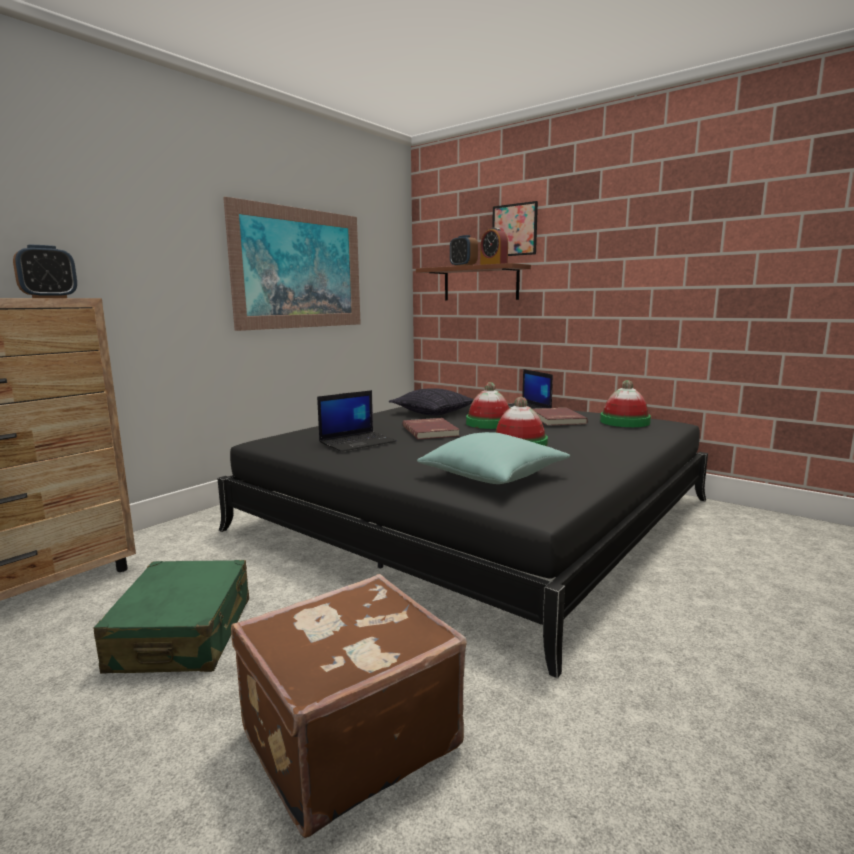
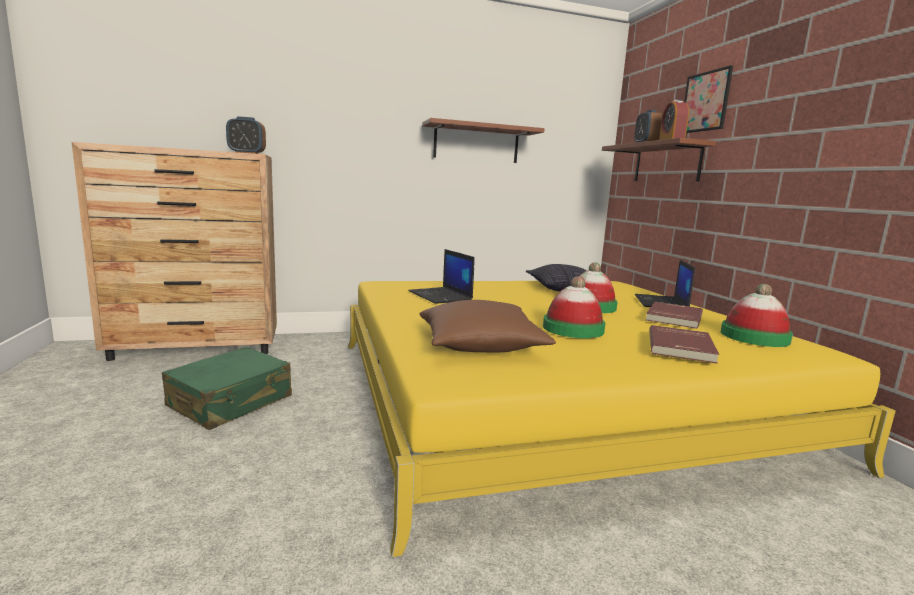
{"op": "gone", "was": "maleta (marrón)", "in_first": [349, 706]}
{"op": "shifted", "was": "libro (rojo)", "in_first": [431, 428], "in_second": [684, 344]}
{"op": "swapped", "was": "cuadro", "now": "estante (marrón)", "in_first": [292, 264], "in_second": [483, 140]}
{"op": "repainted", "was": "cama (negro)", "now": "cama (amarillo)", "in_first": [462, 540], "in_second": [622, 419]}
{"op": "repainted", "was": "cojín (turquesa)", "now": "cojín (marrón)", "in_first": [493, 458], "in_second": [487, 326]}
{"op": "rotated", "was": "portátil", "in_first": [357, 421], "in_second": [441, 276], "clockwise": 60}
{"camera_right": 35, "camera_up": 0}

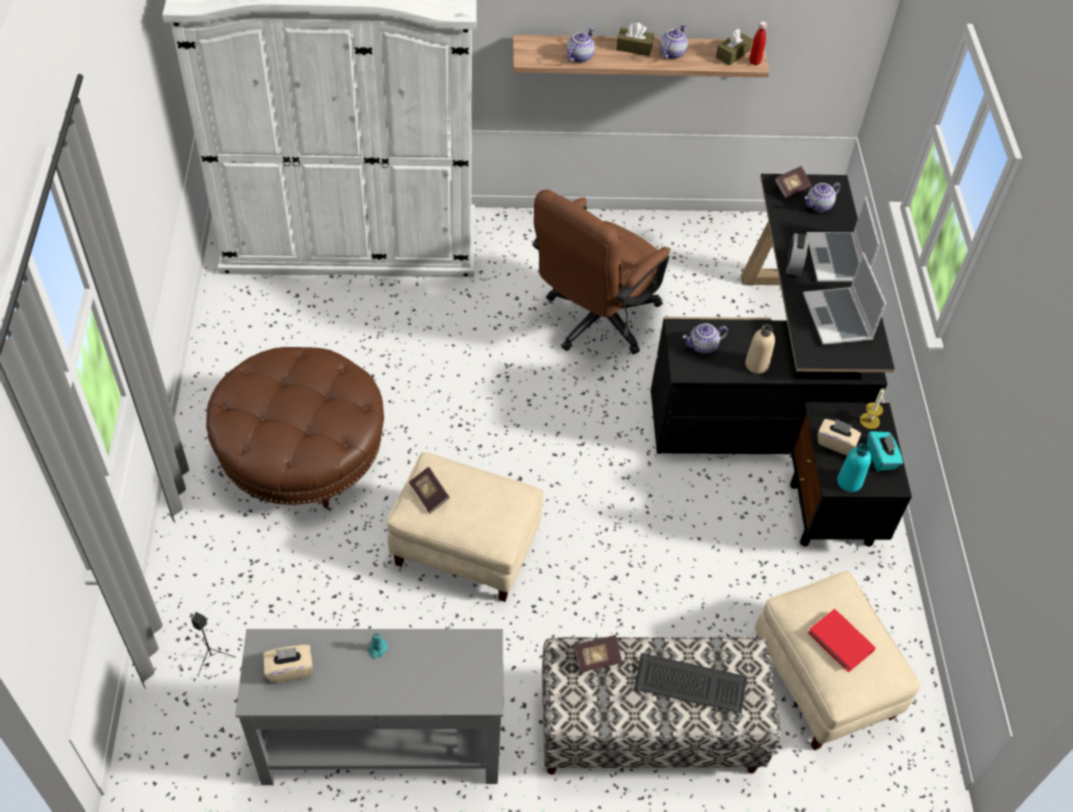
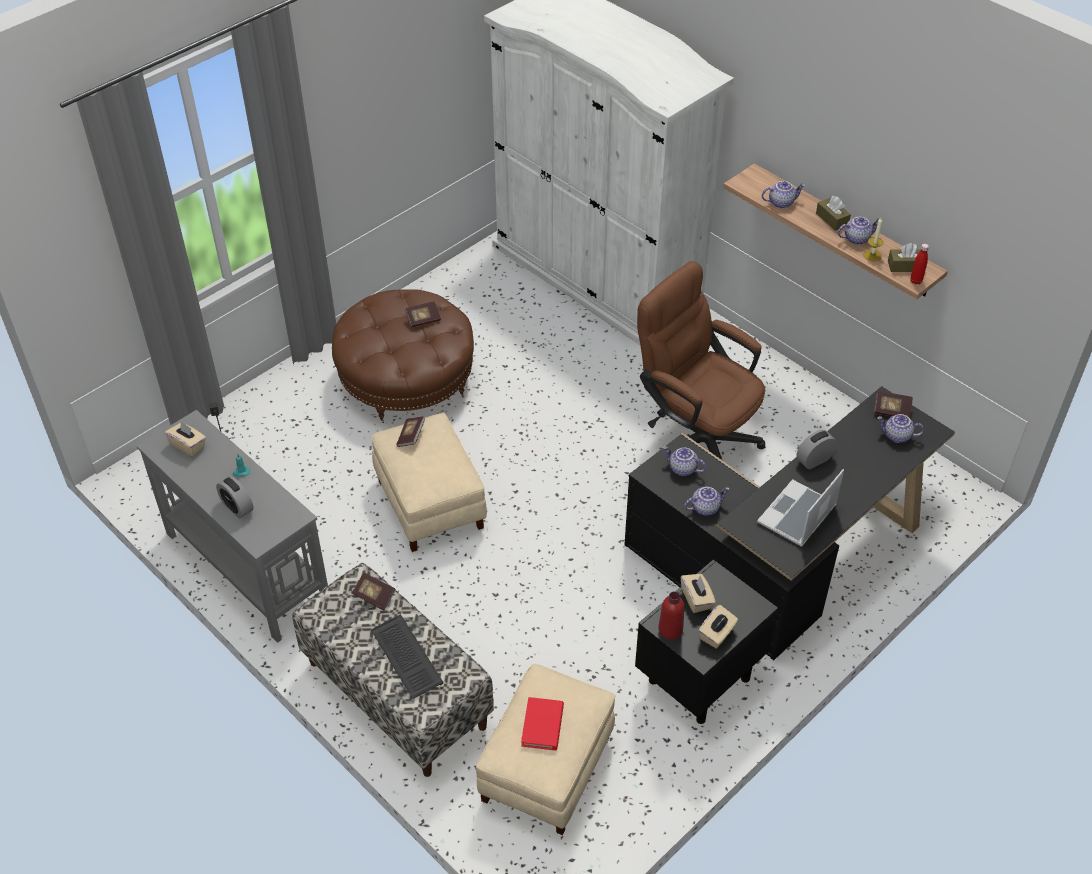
{"op": "gone", "was": "portátil", "in_first": [843, 239]}
{"op": "new", "now": "despertador", "in_second": [234, 497]}
{"op": "new", "now": "libro", "in_second": [423, 314]}
{"op": "shifted", "was": "vela", "in_first": [872, 408], "in_second": [873, 240]}
{"op": "swapped", "was": "botella (beis)", "now": "tetera", "in_first": [760, 349], "in_second": [706, 501]}
{"op": "repainted", "was": "botella (turquesa)", "now": "botella (rojo)", "in_first": [854, 467], "in_second": [671, 615]}
{"op": "repainted", "was": "caja de pañuelos (turquesa)", "now": "caja de pañuelos (beis)", "in_first": [885, 451], "in_second": [718, 626]}
{"op": "rotated", "was": "silla de oficina (marrón)", "in_first": [600, 272], "in_second": [701, 360], "clockwise": 45}
{"camera_right": 50, "camera_up": -5}

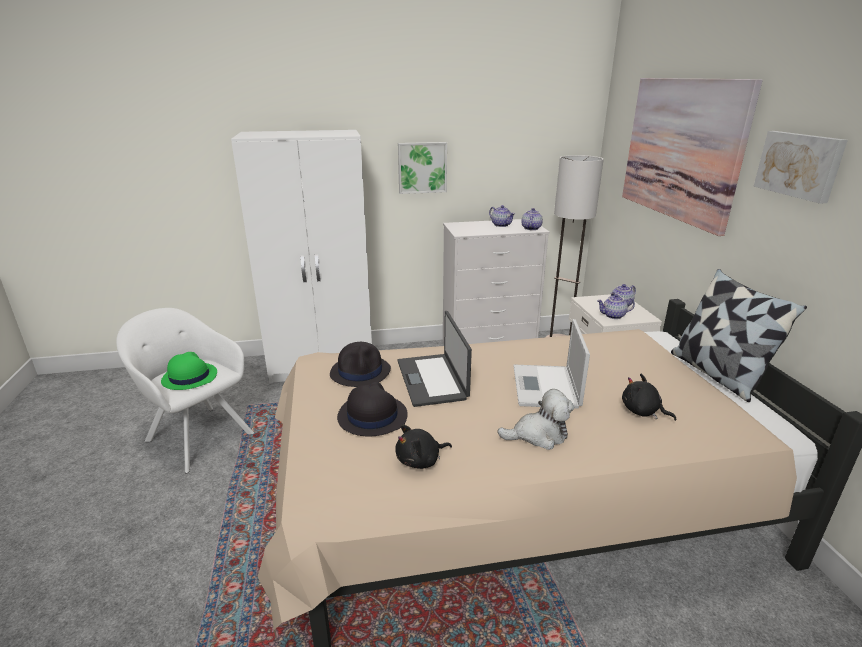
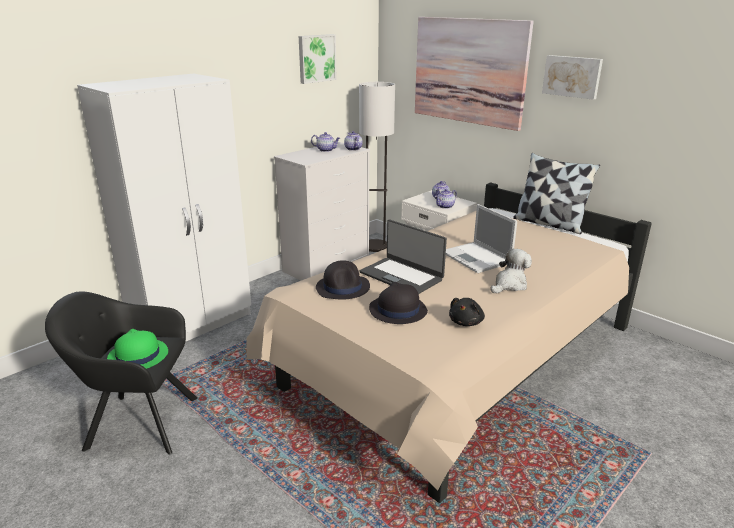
{"op": "gone", "was": "peluche (negro)", "in_first": [649, 397]}
{"op": "shifted", "was": "cuadro", "in_first": [422, 168], "in_second": [318, 59]}
{"op": "repainted", "was": "sillón (blanco)", "now": "sillón (negro)", "in_first": [185, 390], "in_second": [121, 373]}
{"camera_right": -35, "camera_up": 0}

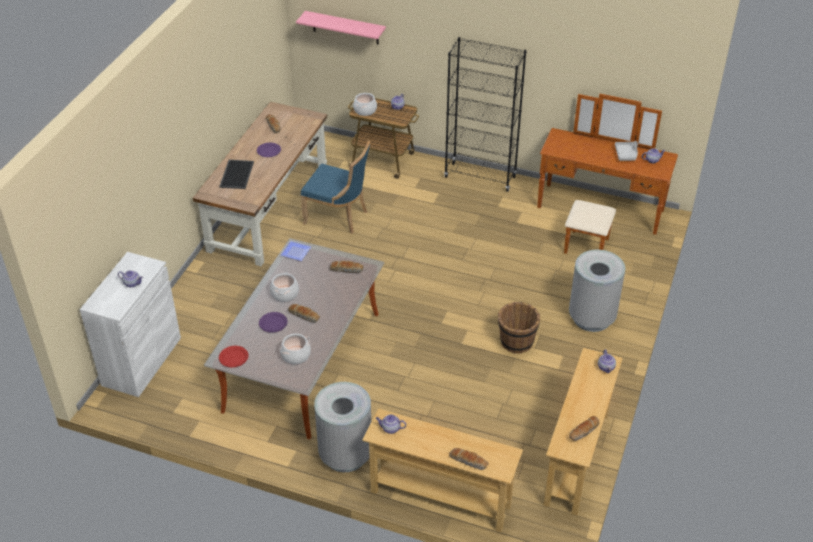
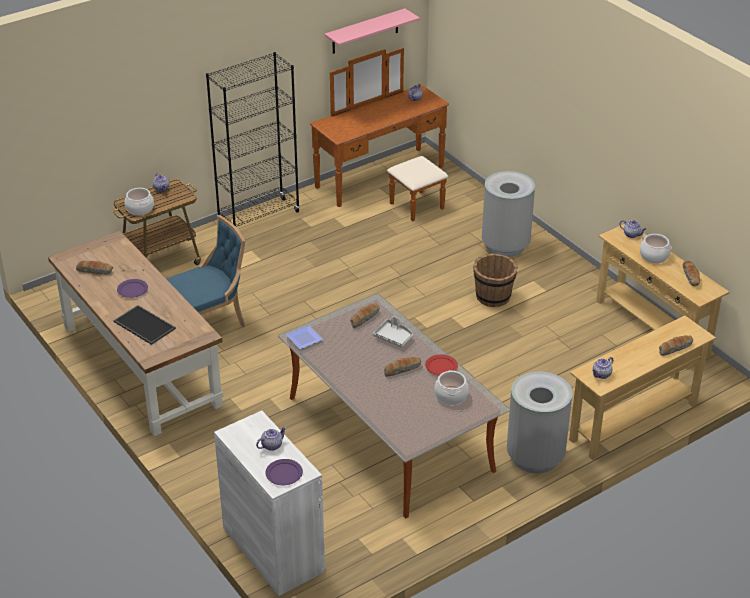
{"op": "shifted", "was": "plato (rojo)", "in_first": [234, 356], "in_second": [441, 364]}
{"op": "shifted", "was": "plato (morado)", "in_first": [273, 322], "in_second": [284, 472]}
{"op": "shifted", "was": "olla", "in_first": [284, 287], "in_second": [656, 248]}
{"op": "shifted", "was": "estante (rosa)", "in_first": [341, 27], "in_second": [372, 31]}
{"op": "shifted", "was": "bandeja (gris)", "in_first": [626, 151], "in_second": [393, 332]}
{"camera_right": -55, "camera_up": -5}

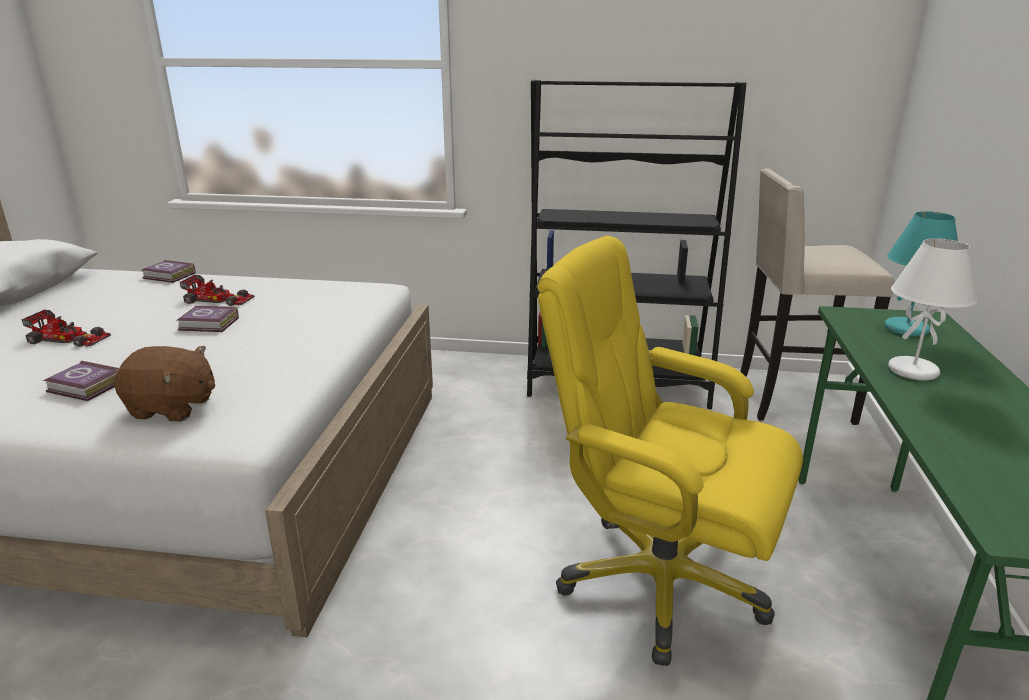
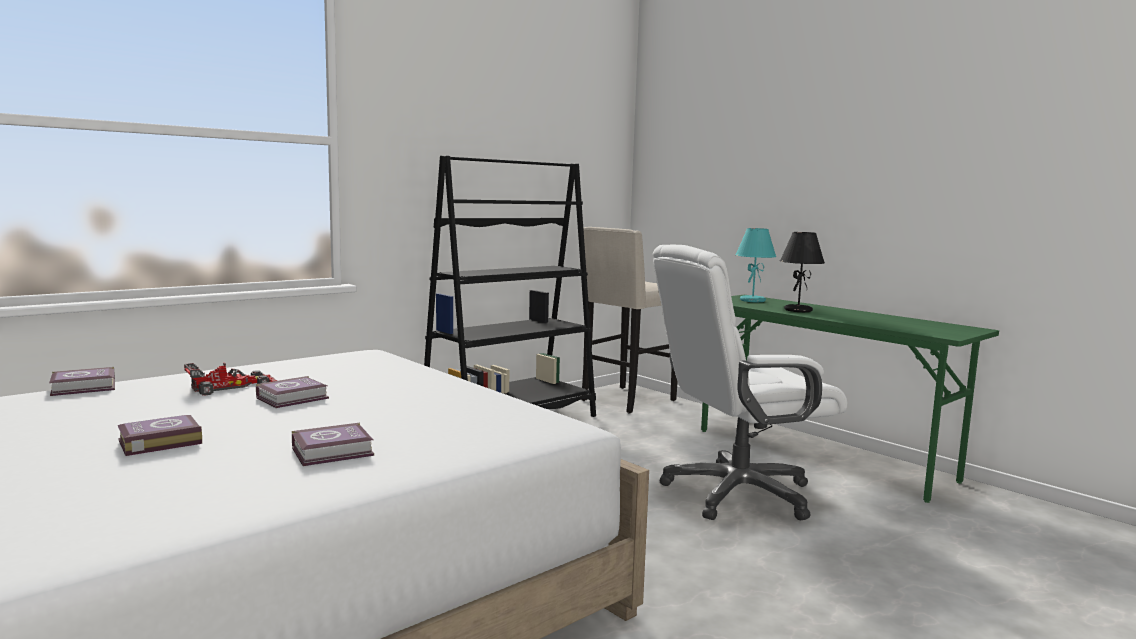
{"op": "gone", "was": "peluche (marrón)", "in_first": [164, 384]}
{"op": "swapped", "was": "coche de juguete", "now": "libro", "in_first": [66, 328], "in_second": [159, 435]}
{"op": "repainted", "was": "silla de oficina (amarillo)", "now": "silla de oficina (blanco)", "in_first": [670, 451], "in_second": [750, 382]}
{"op": "repainted", "was": "lámpara de mesa (blanco)", "now": "lámpara de mesa (negro)", "in_first": [932, 309], "in_second": [802, 272]}
{"camera_right": -50, "camera_up": -15}

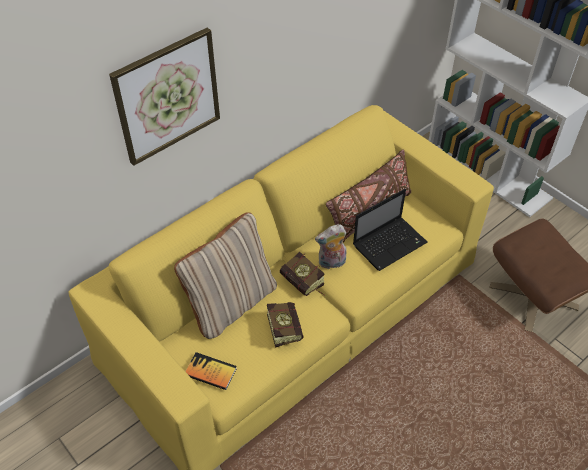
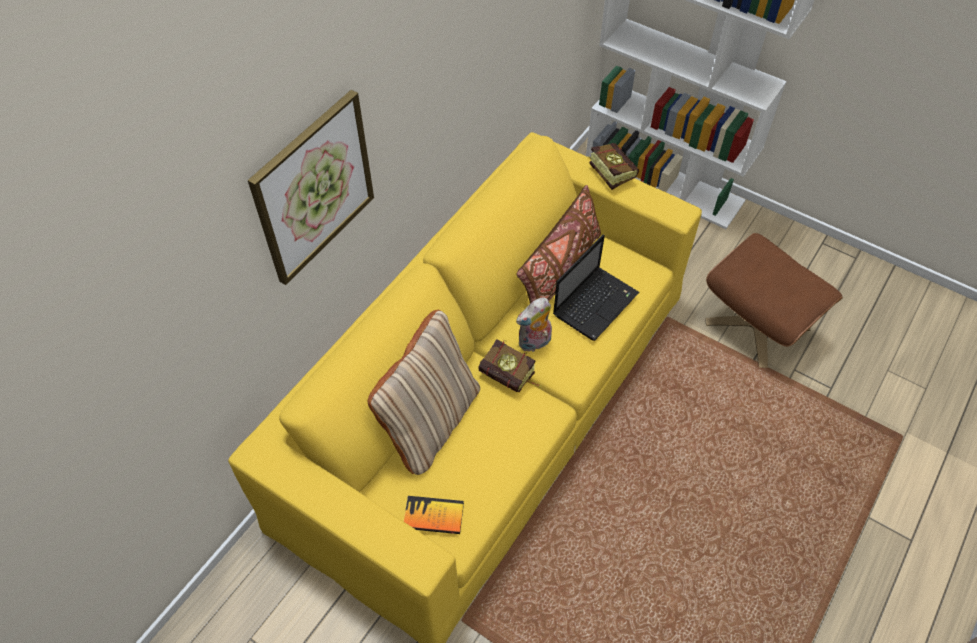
{"op": "shifted", "was": "libro", "in_first": [285, 325], "in_second": [614, 166]}
{"camera_right": -15, "camera_up": 5}

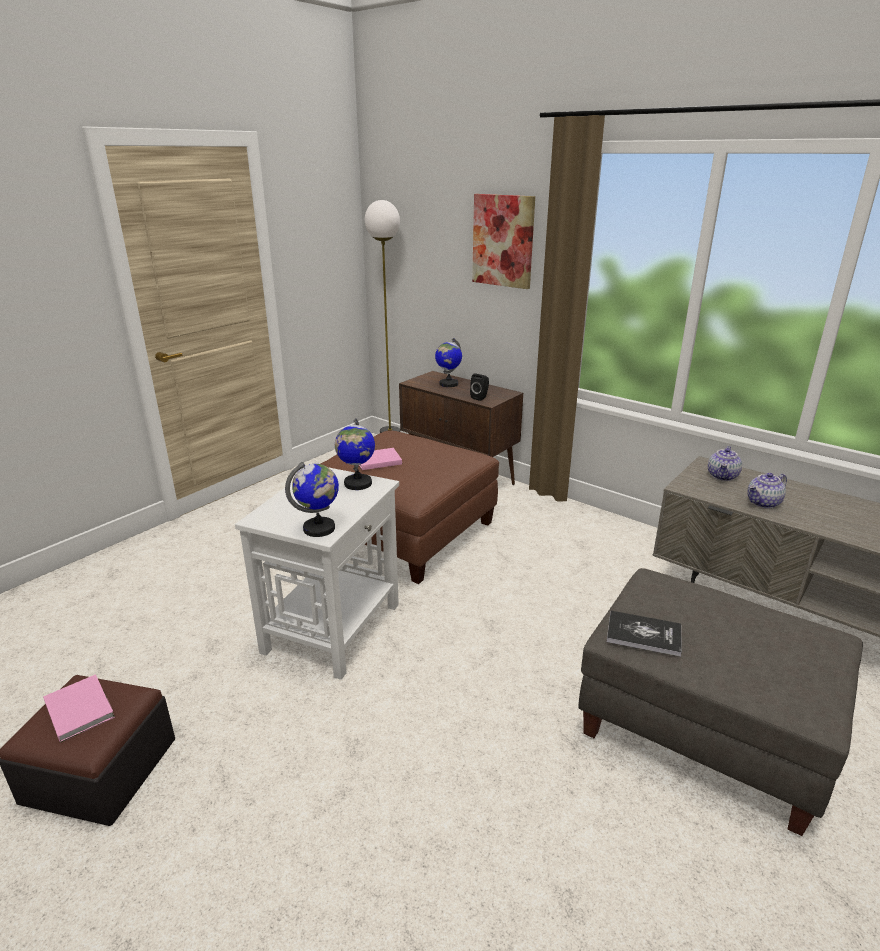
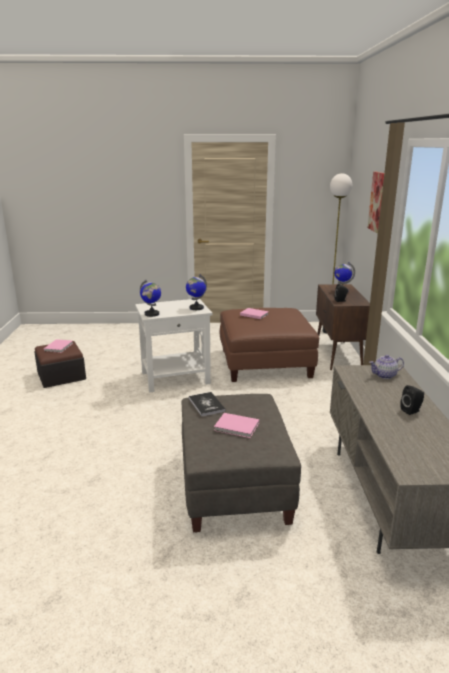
{"op": "gone", "was": "tetera", "in_first": [767, 490]}
{"op": "new", "now": "libro (rosa)", "in_second": [236, 425]}
{"op": "new", "now": "altavoz (negro)", "in_second": [412, 400]}
{"camera_right": 50, "camera_up": -5}

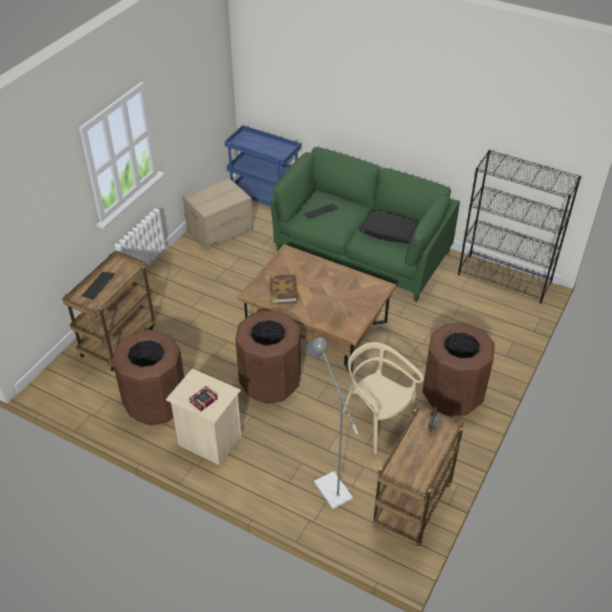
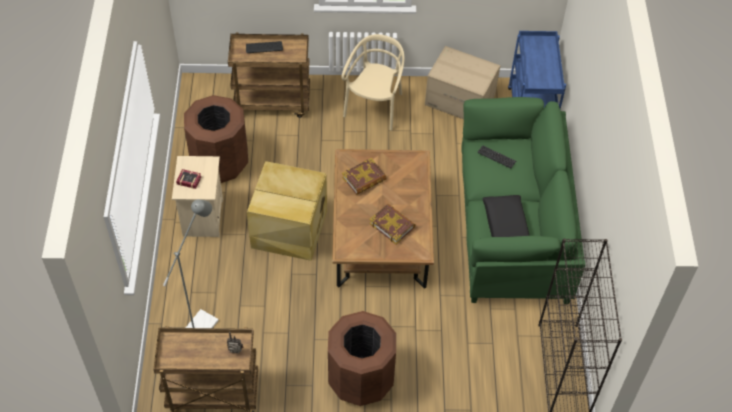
{"op": "new", "now": "libro", "in_second": [392, 224]}
{"op": "shifted", "was": "silla (beis)", "in_first": [382, 398], "in_second": [373, 82]}
{"op": "swapped", "was": "papelera (marrón)", "now": "caja de almacenaje (beis)", "in_first": [268, 357], "in_second": [287, 211]}
{"camera_right": 60, "camera_up": 10}

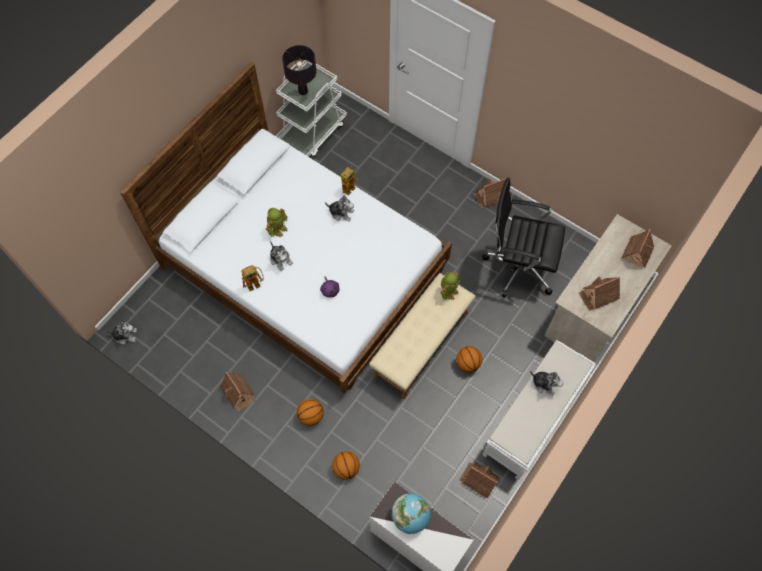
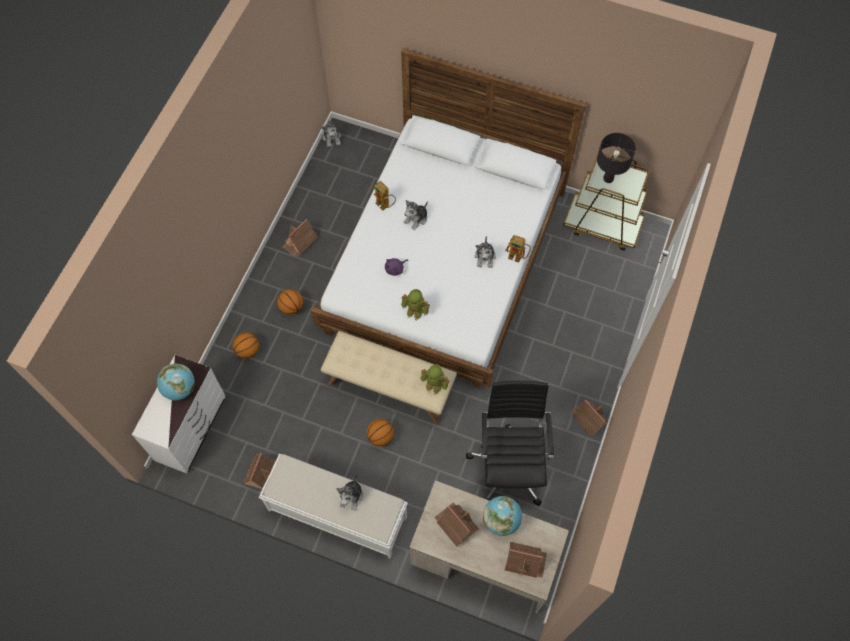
{"op": "new", "now": "globo terráqueo", "in_second": [502, 516]}
{"op": "shifted", "was": "robot de juguete", "in_first": [277, 222], "in_second": [415, 304]}
{"op": "repainted", "was": "carrito (blanco)", "now": "carrito (marrón)", "in_first": [311, 108], "in_second": [606, 203]}
{"camera_right": 75, "camera_up": 0}

